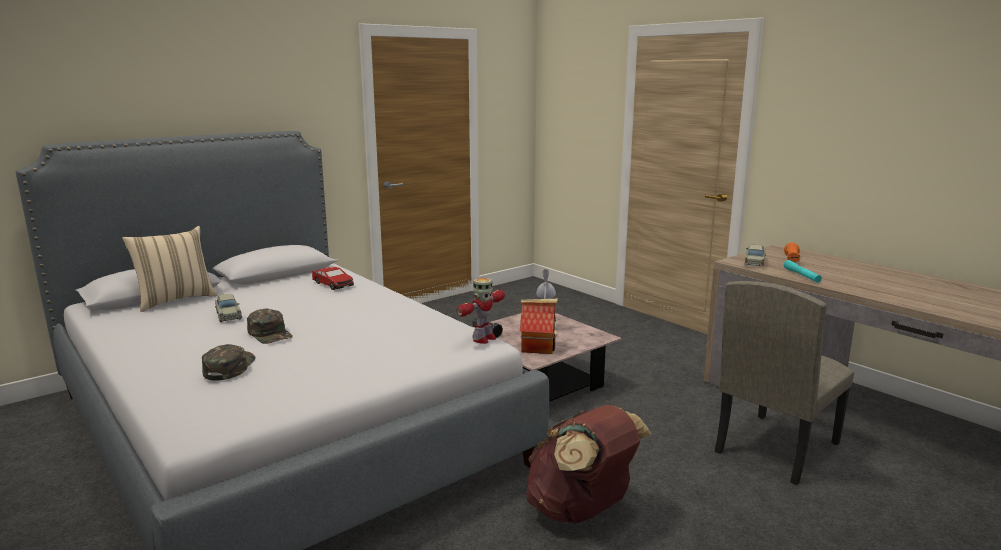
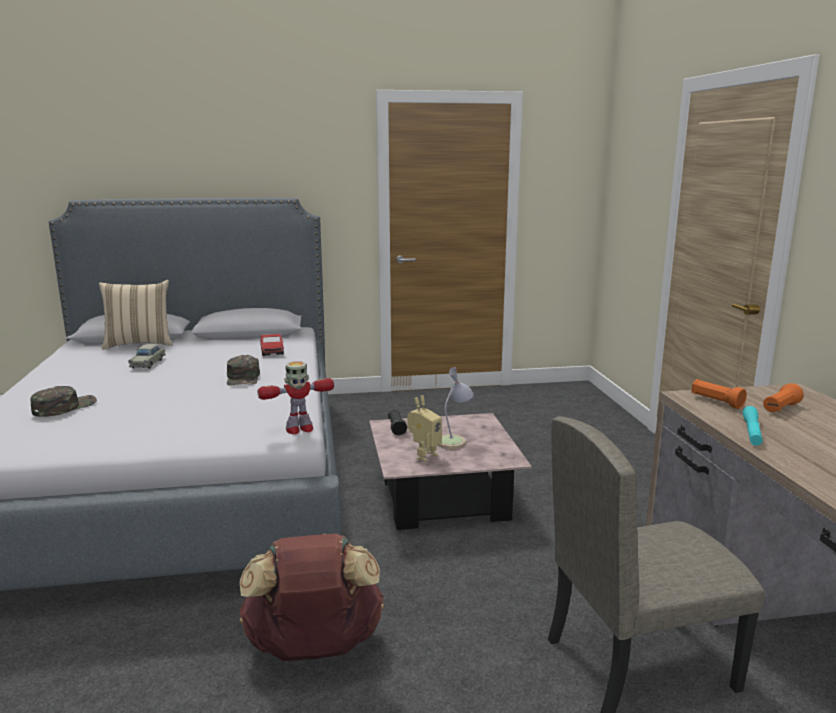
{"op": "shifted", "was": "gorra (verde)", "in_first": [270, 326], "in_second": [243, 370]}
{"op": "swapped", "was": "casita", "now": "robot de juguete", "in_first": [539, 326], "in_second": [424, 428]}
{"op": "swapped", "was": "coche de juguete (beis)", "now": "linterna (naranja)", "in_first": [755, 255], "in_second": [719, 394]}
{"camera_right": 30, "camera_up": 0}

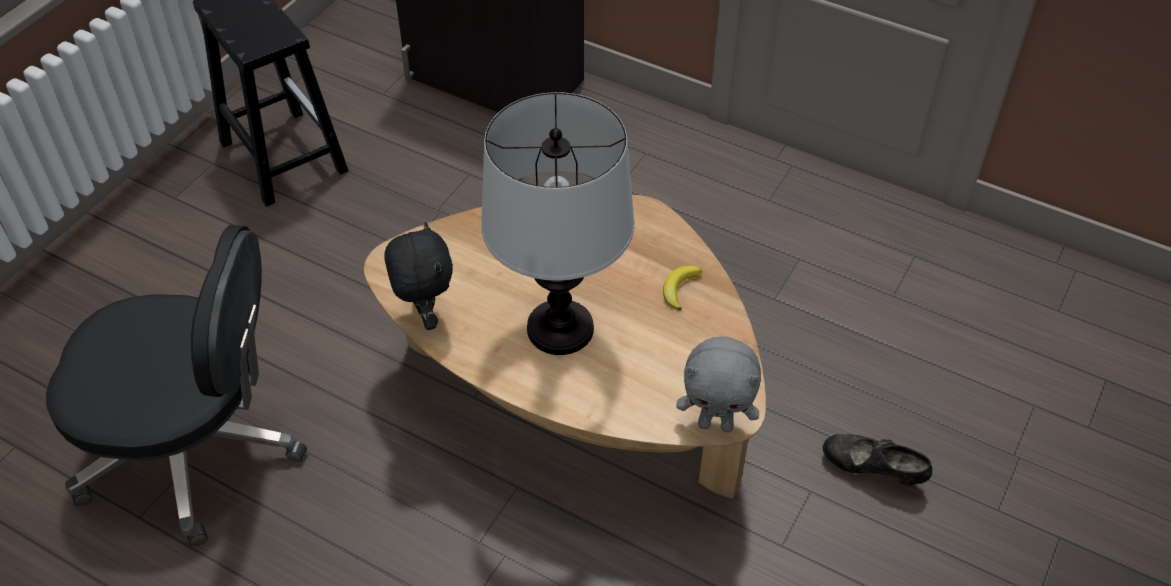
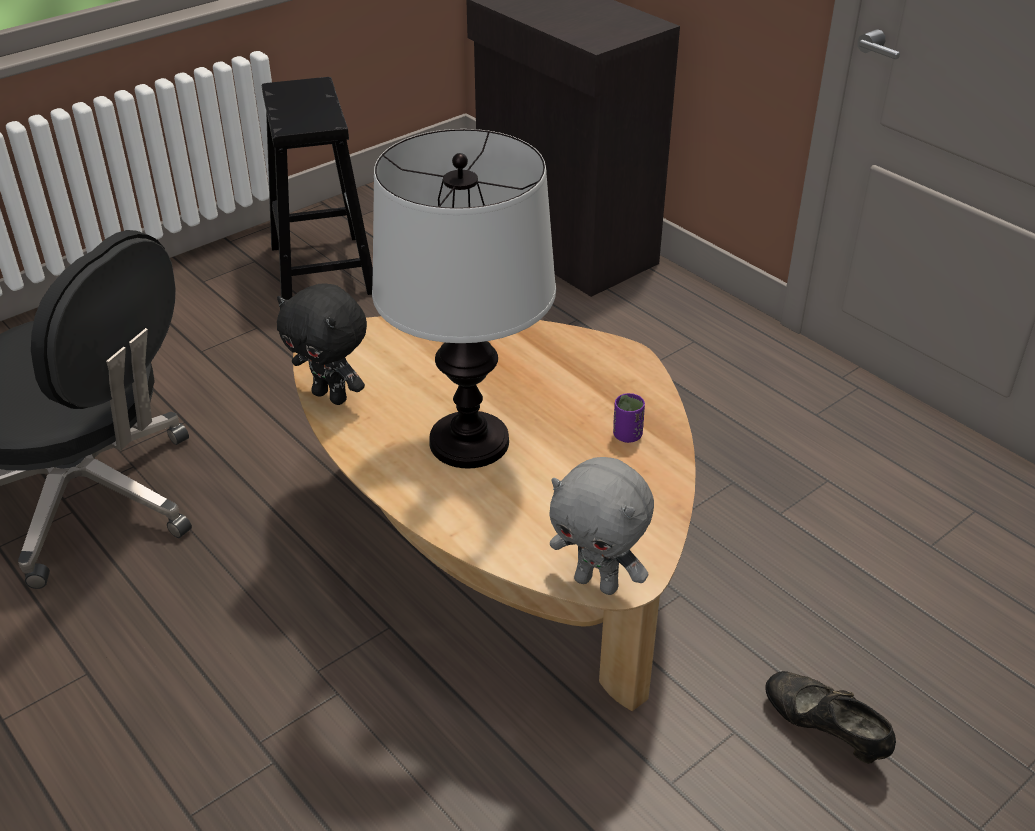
{"op": "swapped", "was": "plátano", "now": "taza (morado)", "in_first": [682, 288], "in_second": [629, 418]}
{"op": "rotated", "was": "peluche (negro)", "in_first": [418, 276], "in_second": [322, 344], "clockwise": 120}
{"camera_right": 20, "camera_up": -10}

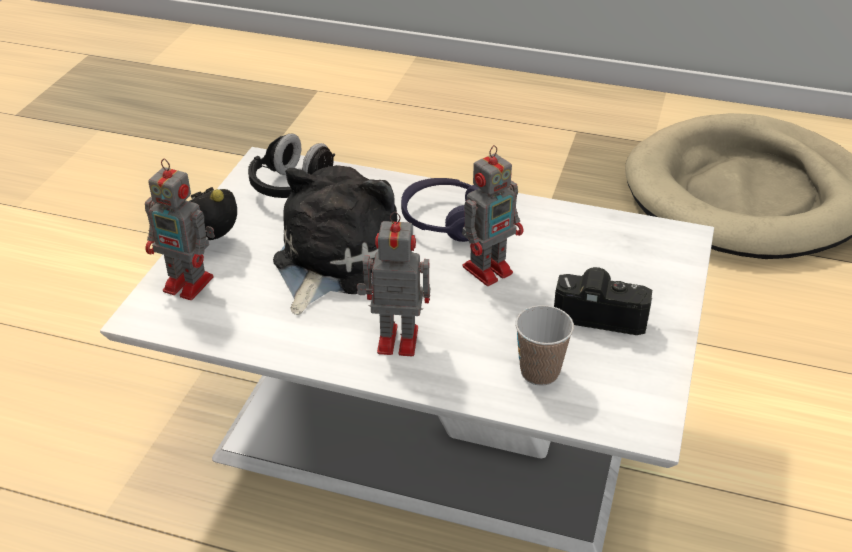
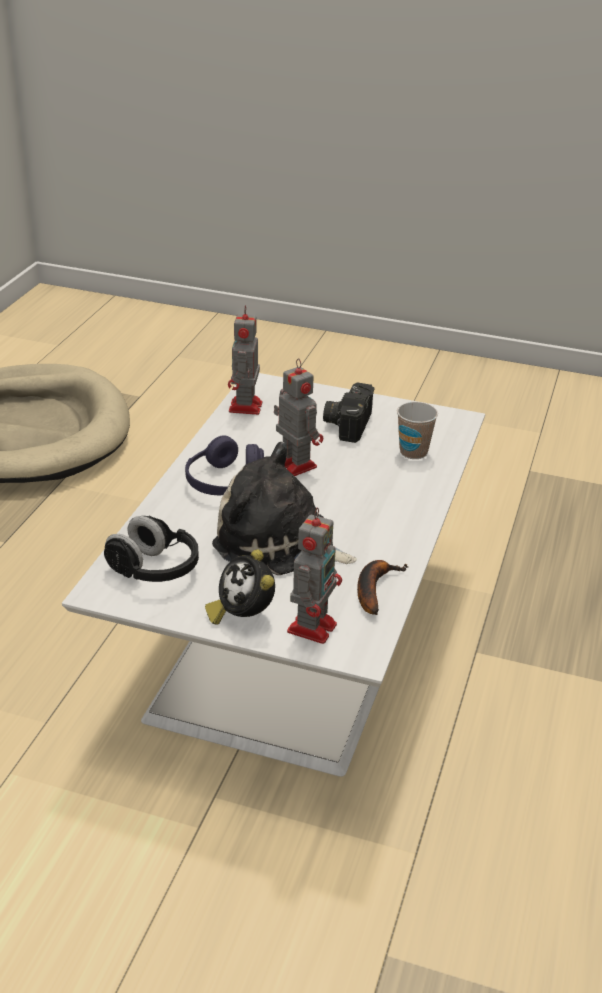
{"op": "new", "now": "plátano", "in_second": [382, 587]}
{"op": "shifted", "was": "robot de juguete", "in_first": [393, 284], "in_second": [245, 360]}
{"camera_right": -90, "camera_up": -5}

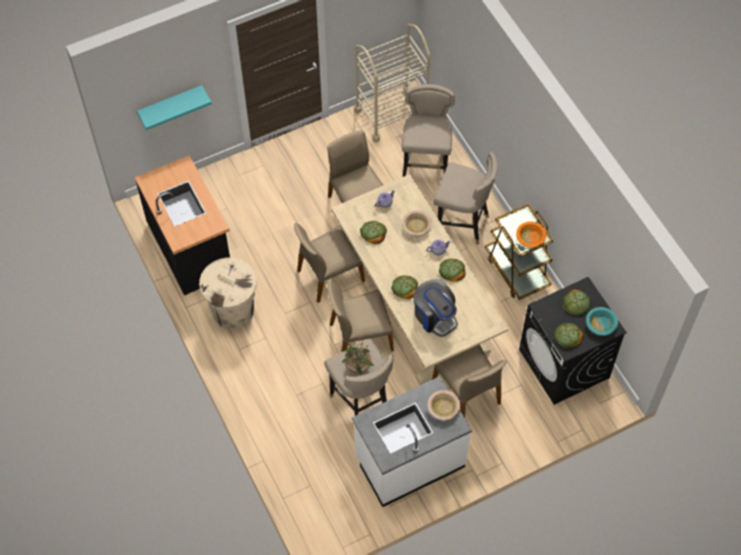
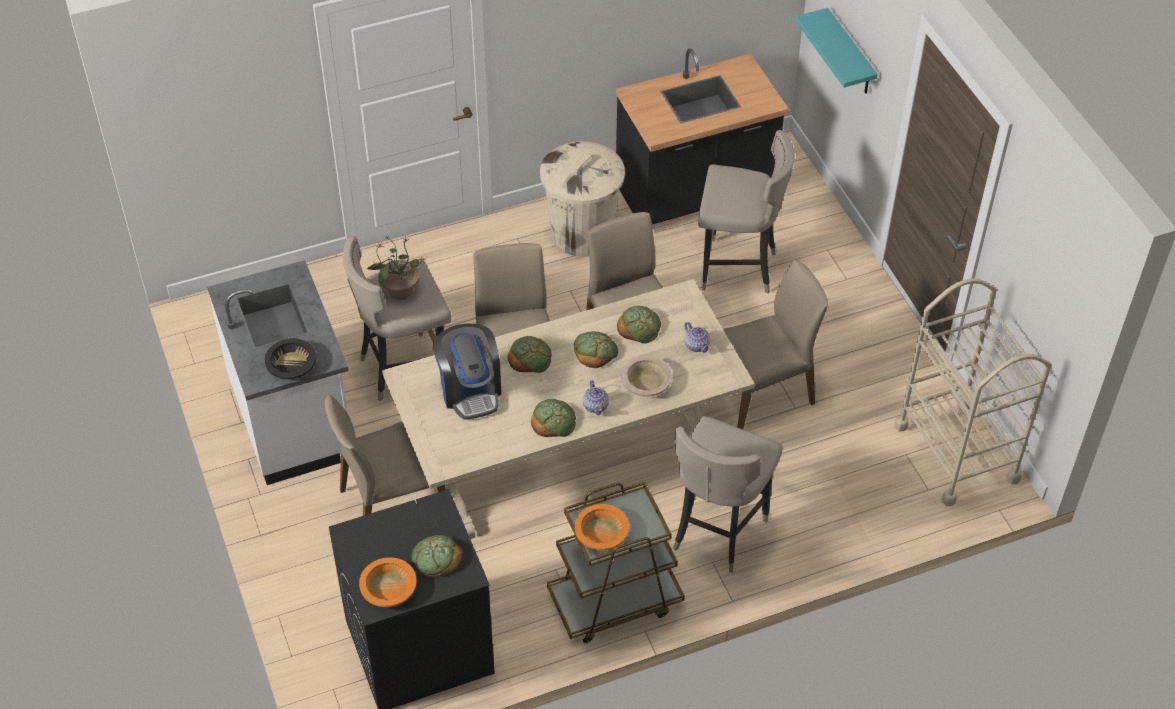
{"op": "shifted", "was": "taburete (beis)", "in_first": [428, 130], "in_second": [746, 212]}
{"op": "shifted", "was": "pan", "in_first": [568, 335], "in_second": [596, 349]}
{"op": "repainted", "was": "cuenco (beis)", "now": "cuenco (negro)", "in_first": [443, 405], "in_second": [290, 358]}
{"op": "repainted", "was": "cuenco (turquesa)", "now": "cuenco (naranja)", "in_first": [602, 321], "in_second": [388, 582]}
{"op": "rotated", "was": "cafetera", "in_first": [435, 308], "in_second": [467, 371], "clockwise": -75}
{"camera_right": 95, "camera_up": -10}

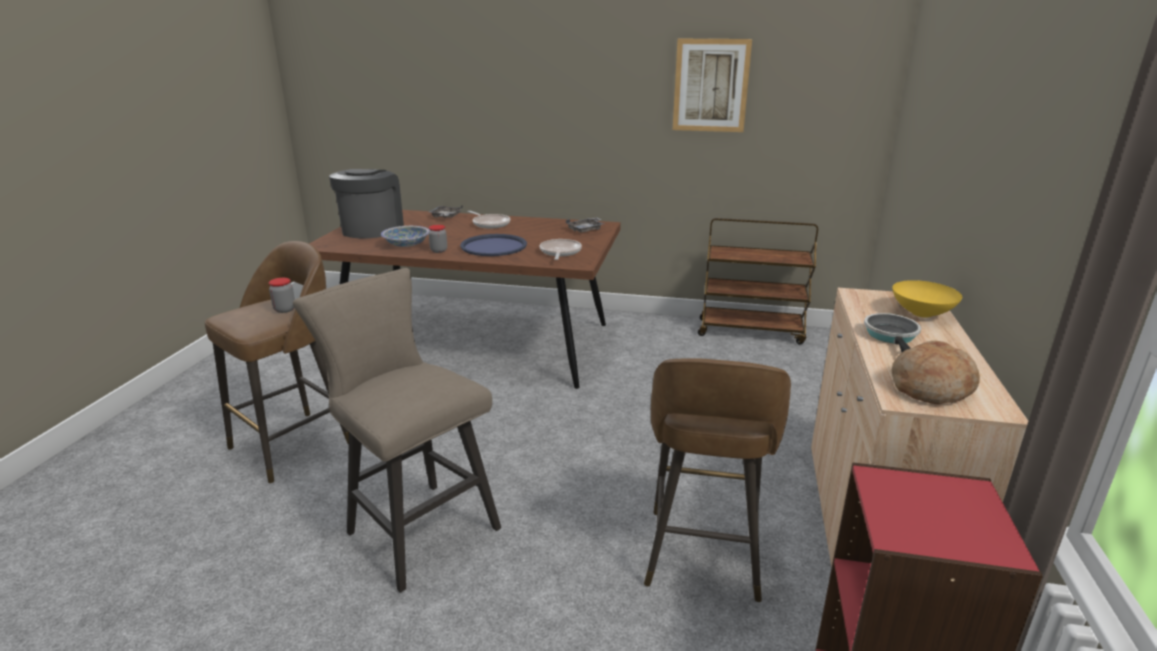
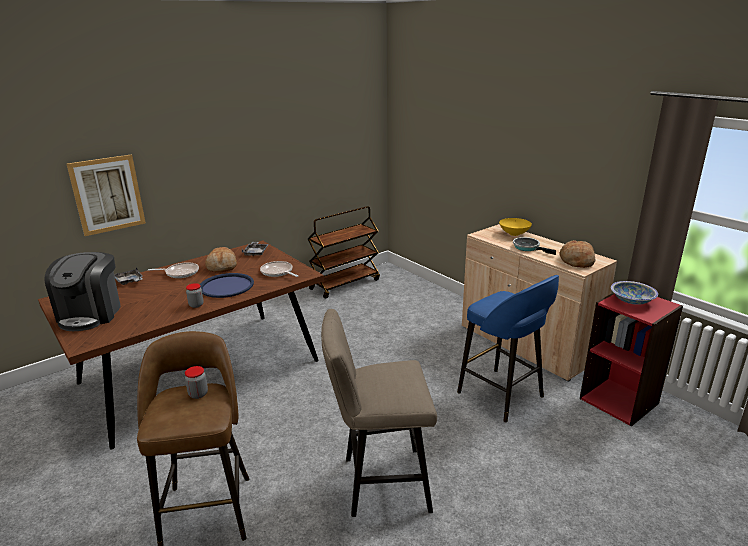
{"op": "new", "now": "pan", "in_second": [221, 259]}
{"op": "shifted", "was": "cuenco", "in_first": [405, 236], "in_second": [634, 293]}
{"op": "shifted", "was": "cuadro", "in_first": [712, 85], "in_second": [106, 195]}
{"op": "repainted", "was": "taburete (marrón)", "now": "taburete (azul)", "in_first": [717, 480], "in_second": [508, 349]}
{"op": "rotated", "was": "cafetera", "in_first": [366, 203], "in_second": [82, 291], "clockwise": -135}
{"camera_right": -50, "camera_up": 0}

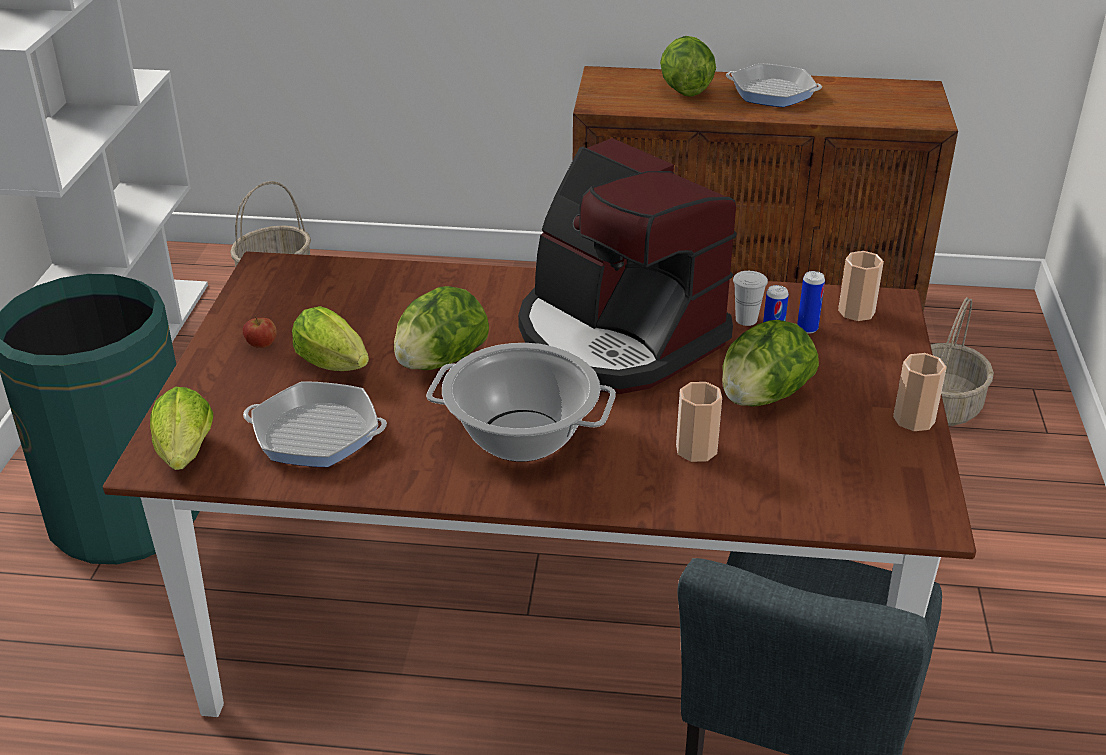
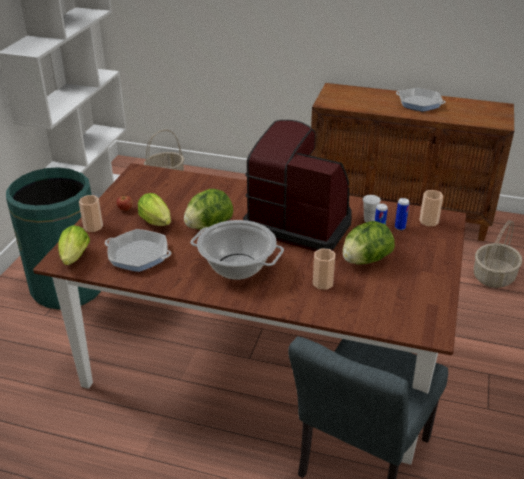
{"op": "gone", "was": "lechuga", "in_first": [688, 66]}
{"op": "shifted", "was": "taza", "in_first": [920, 392], "in_second": [91, 213]}
{"op": "rotated", "was": "cafetera", "in_first": [627, 266], "in_second": [297, 185], "clockwise": 150}
{"camera_right": 10, "camera_up": 0}

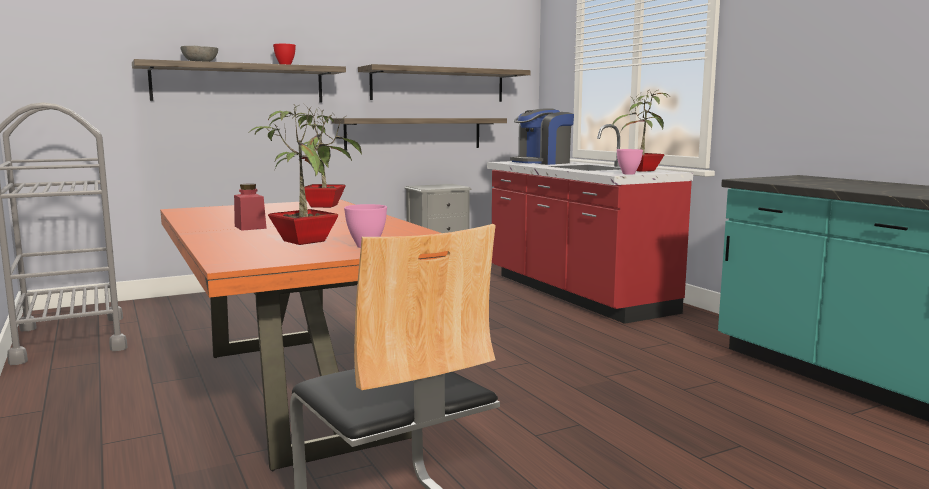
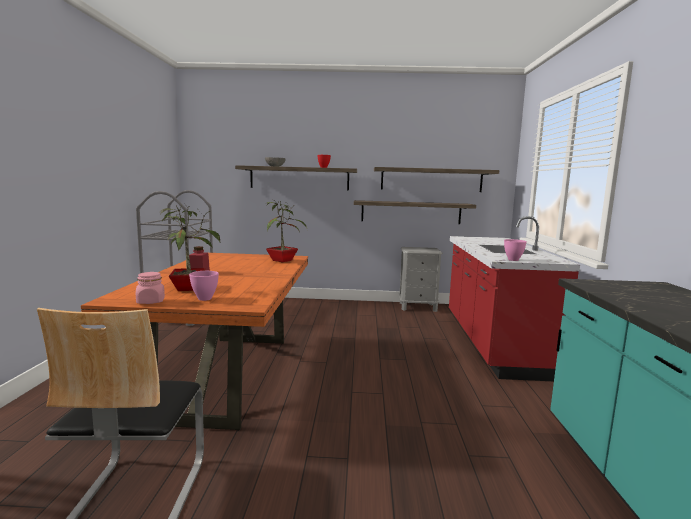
{"op": "gone", "was": "cafetera", "in_first": [542, 136]}
{"op": "gone", "was": "planta en maceta", "in_first": [640, 131]}
{"op": "new", "now": "tarro (rosa)", "in_second": [150, 288]}
{"camera_right": 30, "camera_up": 0}

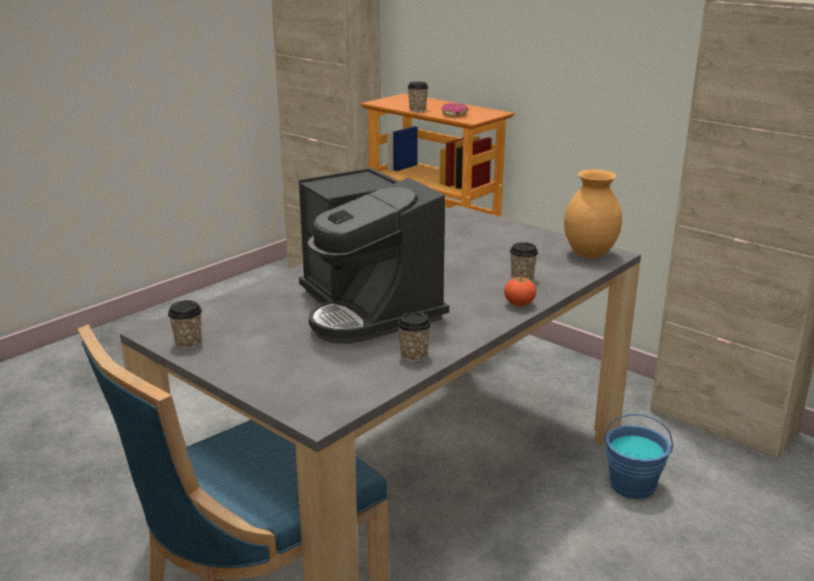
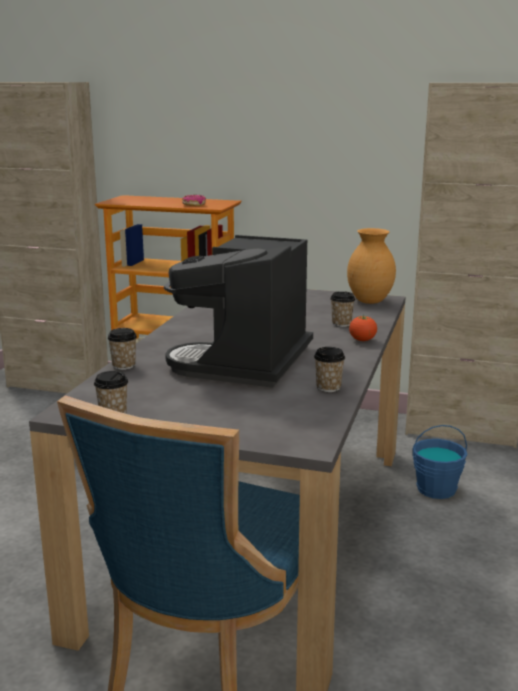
{"op": "shifted", "was": "taza", "in_first": [418, 96], "in_second": [122, 349]}
{"op": "rotated", "was": "cafetera", "in_first": [374, 256], "in_second": [238, 311], "clockwise": 75}
{"camera_right": -25, "camera_up": -5}

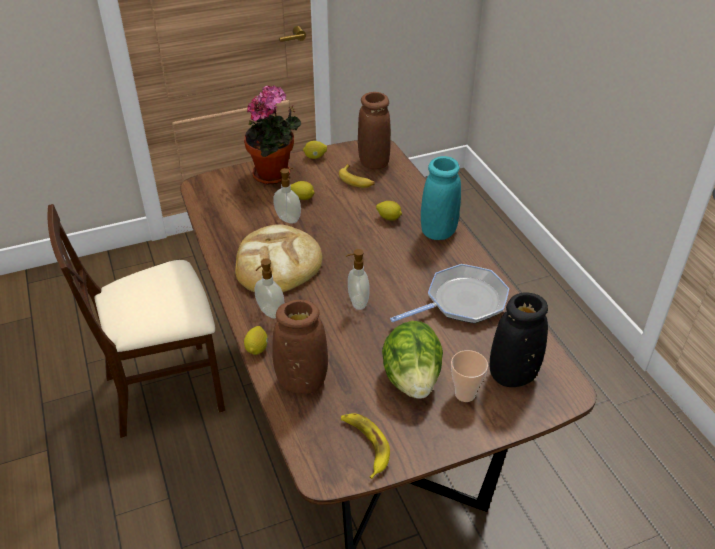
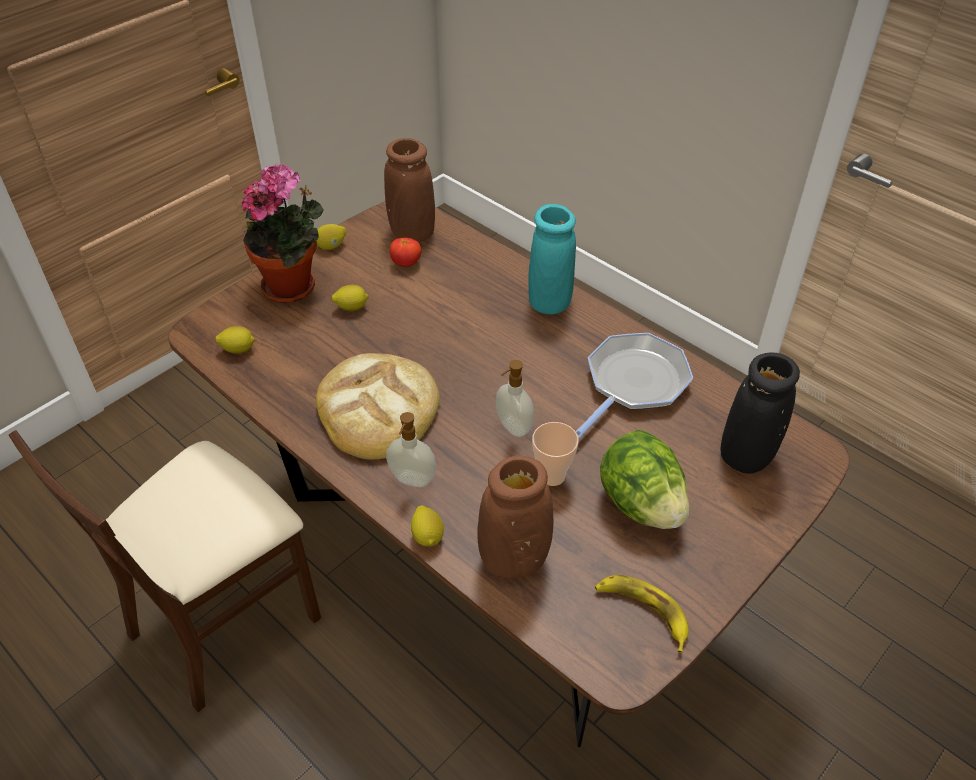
{"op": "gone", "was": "dispensador de jabón", "in_first": [287, 196]}
{"op": "shifted", "was": "limón", "in_first": [389, 210], "in_second": [235, 340]}
{"op": "shifted", "was": "taza", "in_first": [469, 376], "in_second": [555, 454]}
{"op": "swapped", "was": "plátano", "now": "tomate", "in_first": [357, 176], "in_second": [405, 252]}
{"camera_right": -25, "camera_up": 5}

